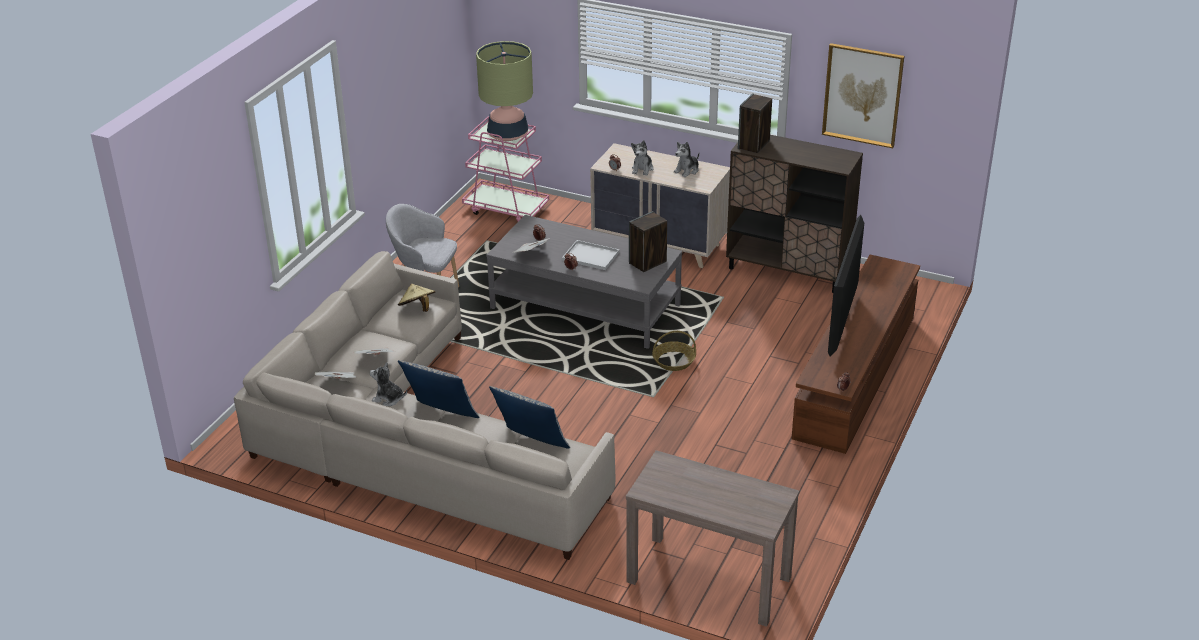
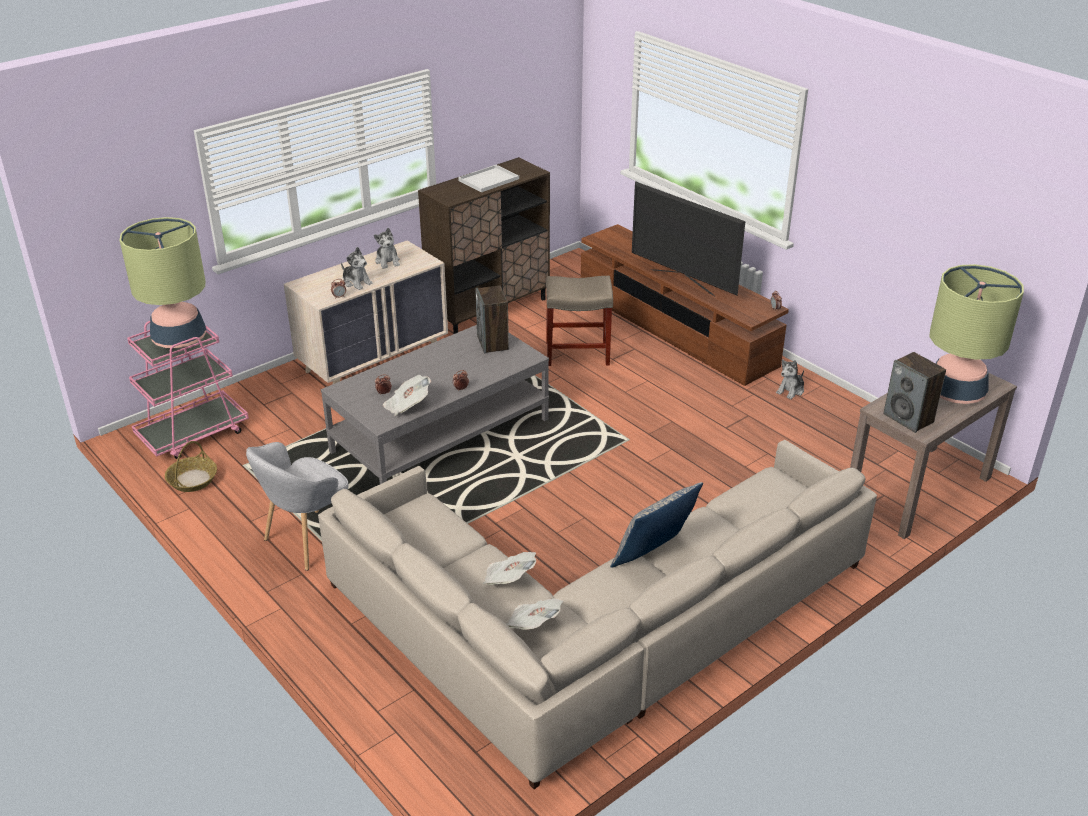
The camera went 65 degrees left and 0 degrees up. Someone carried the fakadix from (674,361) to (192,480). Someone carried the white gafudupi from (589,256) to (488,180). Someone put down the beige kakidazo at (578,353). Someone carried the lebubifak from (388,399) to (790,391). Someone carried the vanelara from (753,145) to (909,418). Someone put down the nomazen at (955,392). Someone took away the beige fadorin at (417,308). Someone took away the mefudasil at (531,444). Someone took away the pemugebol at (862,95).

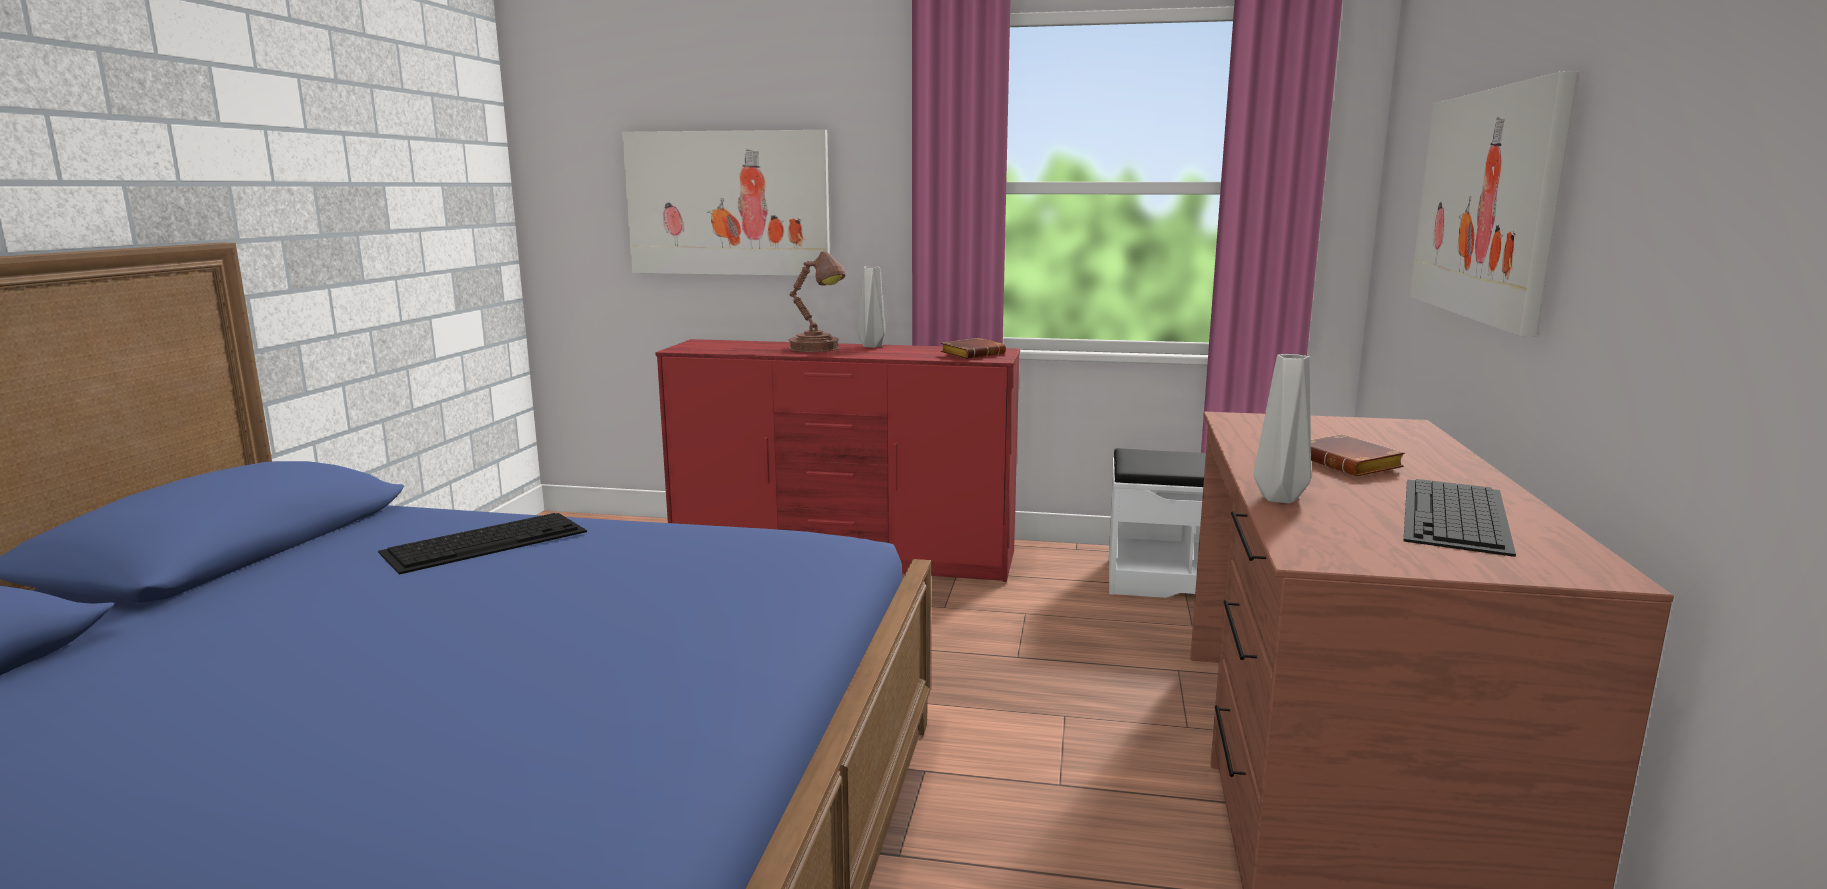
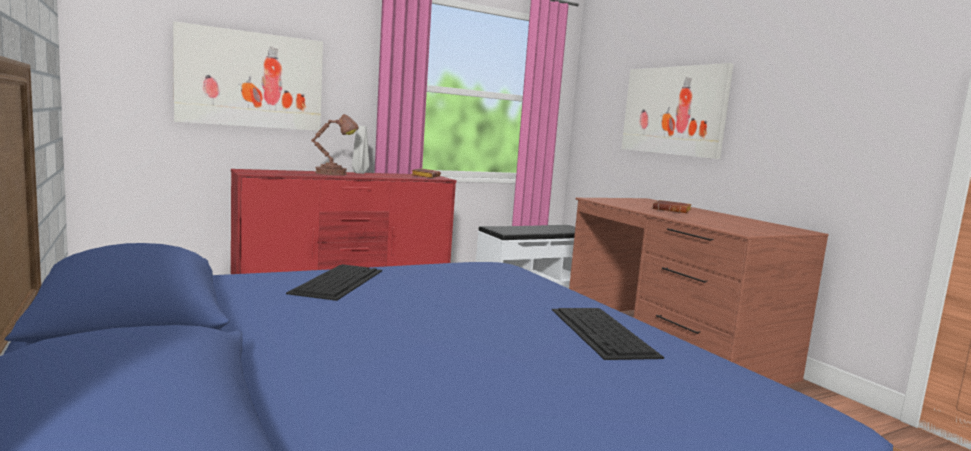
The camera went 40 degrees left and 5 degrees down. Someone carried the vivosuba from (1456,515) to (603,332). Someone took away the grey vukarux at (1282,499).

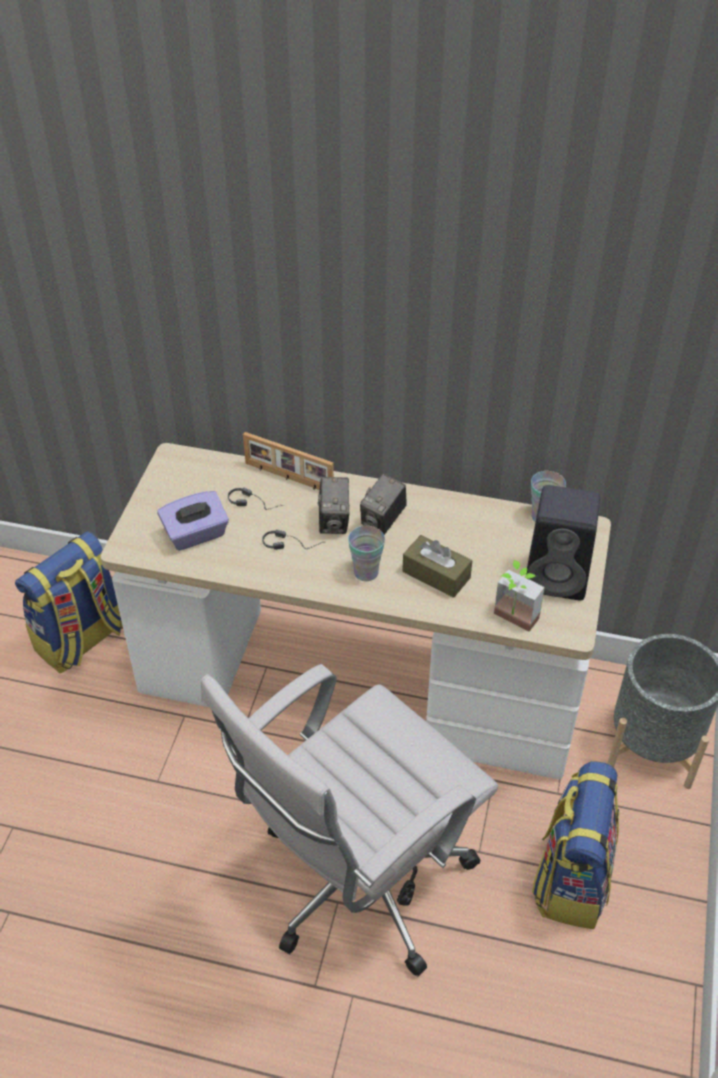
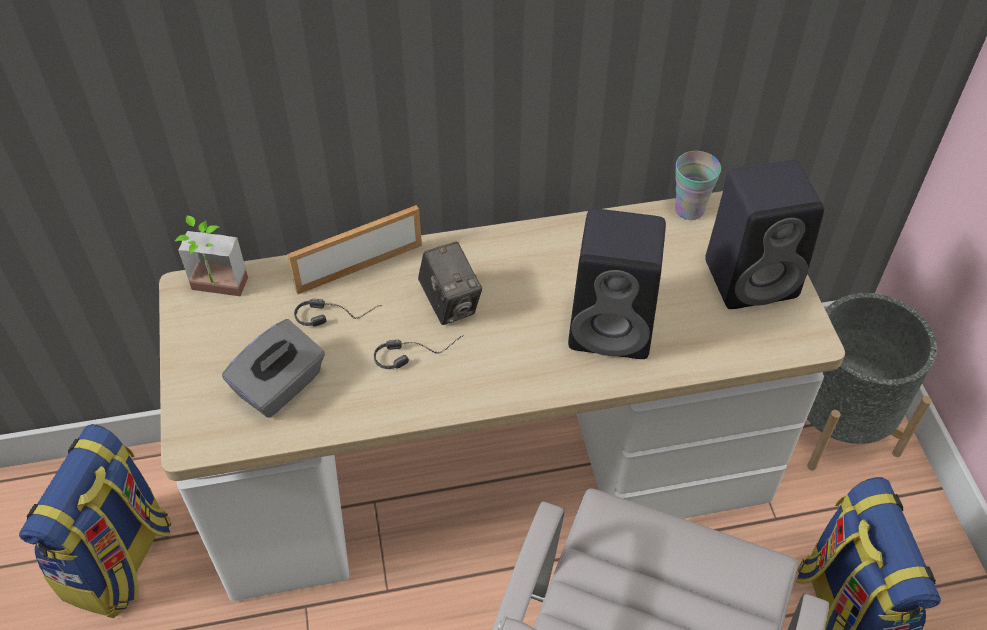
The camera went 25 degrees left and 5 degrees up. Someone carried the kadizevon from (512,621) to (216,291). Someone repainted the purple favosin at (196,535), which became the grey favosin at (280,386). Someone rotated the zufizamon at (288,478) by 150 degrees clockwise. Someone swapped the brown favosin at (436,574) for the black vanelara at (614,327). Someone took away the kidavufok at (366,572). Someone took away the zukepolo at (383,521).

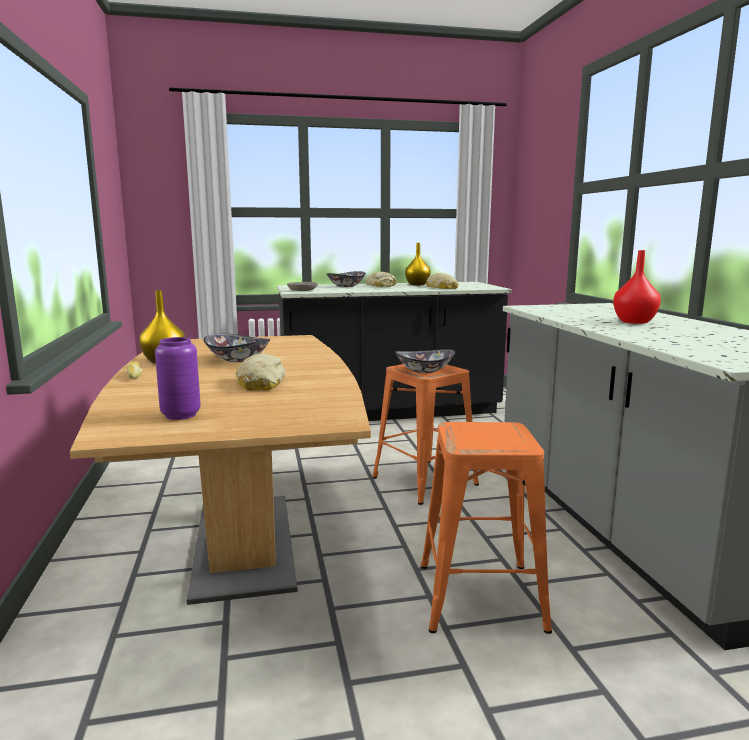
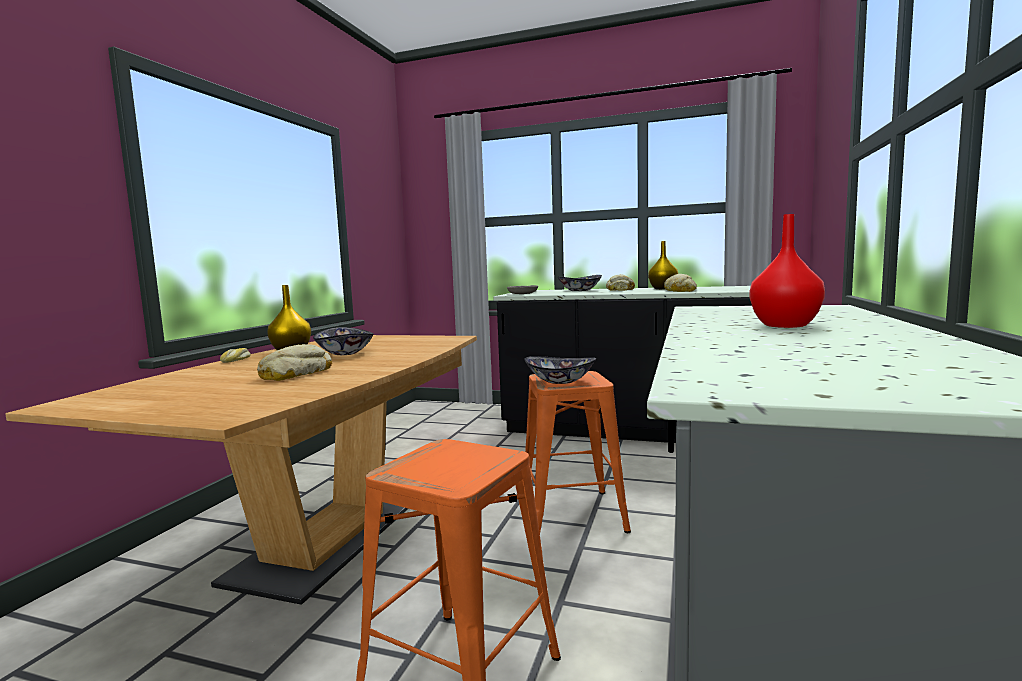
The camera went 30 degrees right and 5 degrees down. Someone took away the purple vukarux at (181,415).

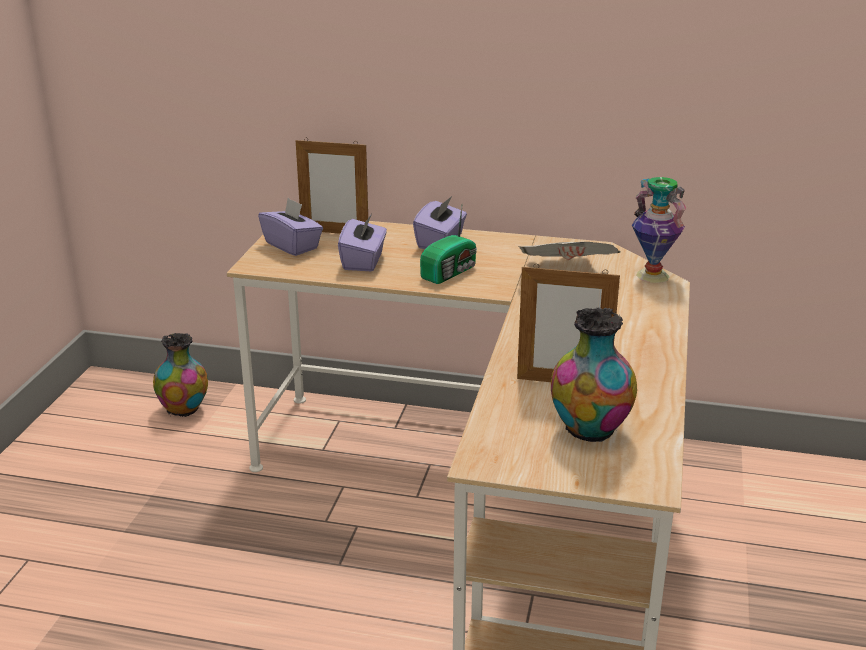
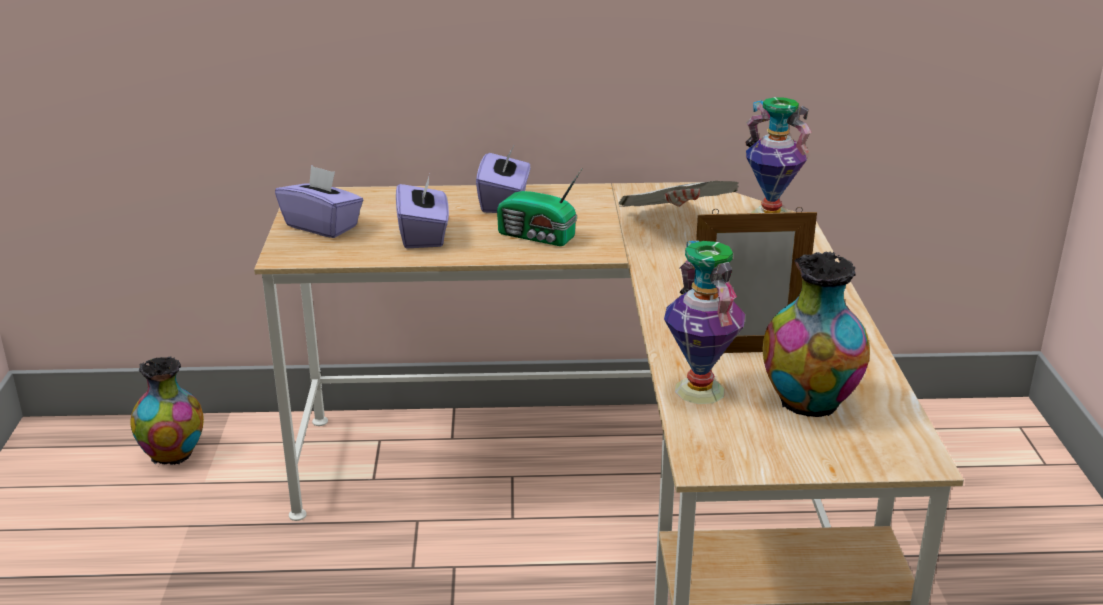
The camera went 15 degrees left and 0 degrees up. Someone rotated the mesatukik at (451,272) by 90 degrees clockwise. Someone put down the vukarux at (698,390). Someone took away the zufizamon at (334,232).

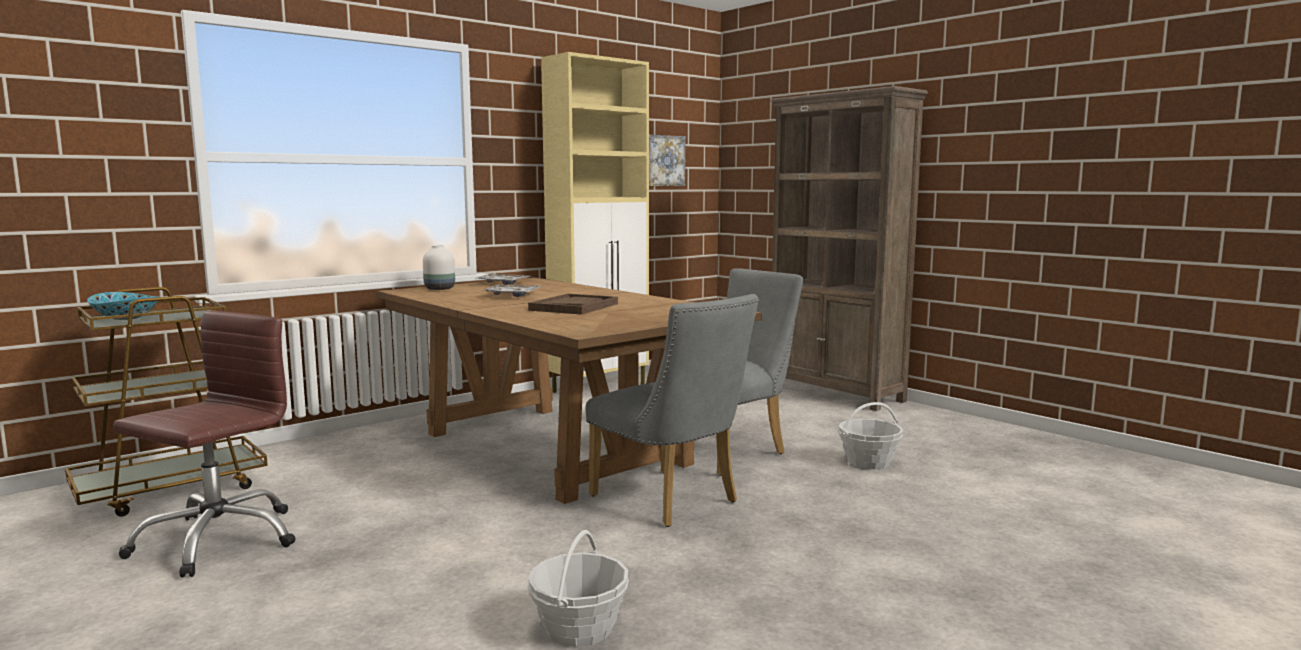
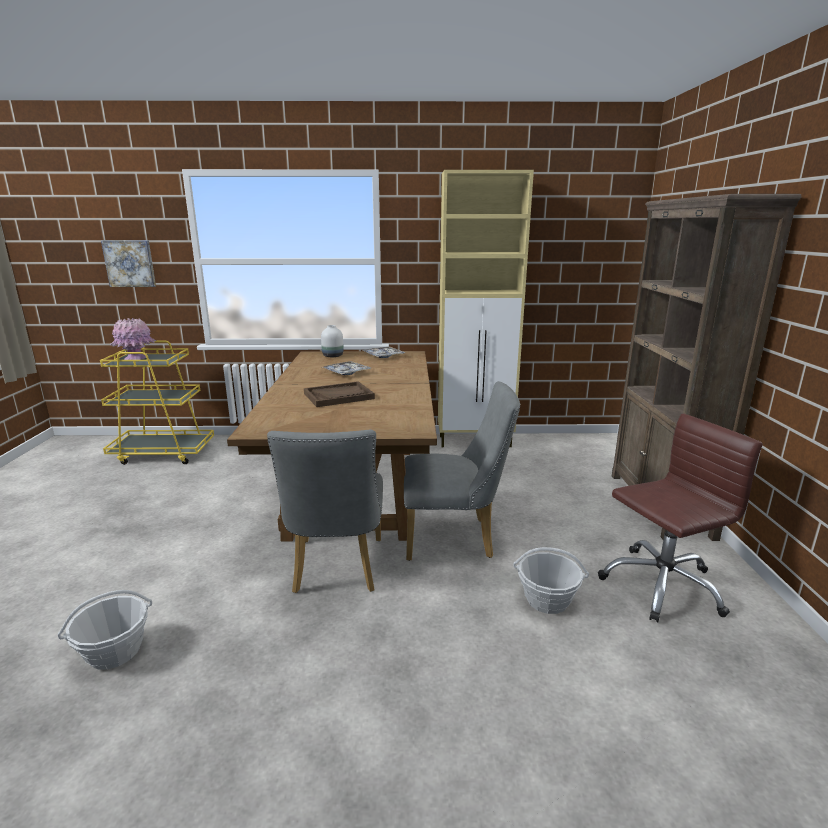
The camera went 40 degrees right and 10 degrees up. Someone repainted the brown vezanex at (172,489), which became the yellow vezanex at (163,453). Someone carried the pemugebol from (663,161) to (130,263). Someone swapped the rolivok at (126,317) for the pink vukarux at (136,358). Someone carried the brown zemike from (217,540) to (661,585).

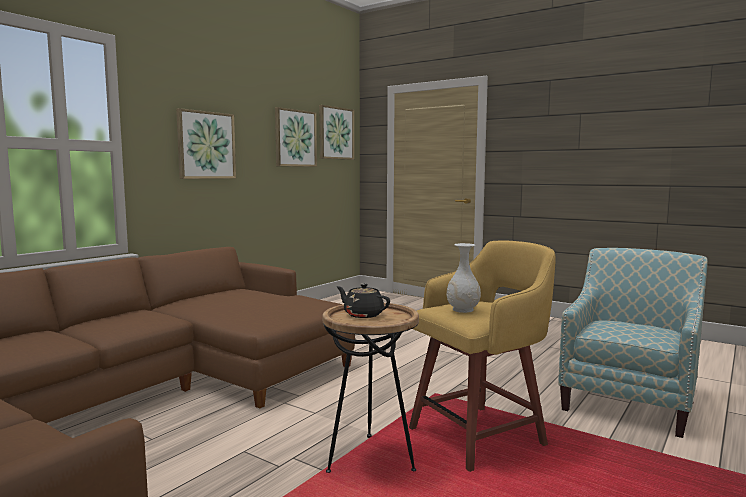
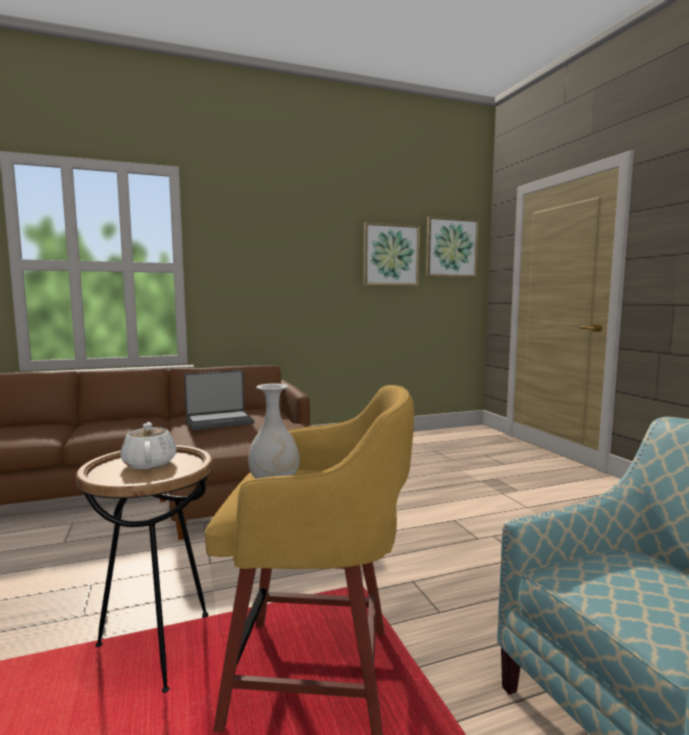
The camera went 35 degrees right and 0 degrees up. Someone repainted the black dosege at (363,314), which became the white dosege at (149,463). Someone put down the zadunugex at (219,421). Someone took away the pemugebol at (206,145).

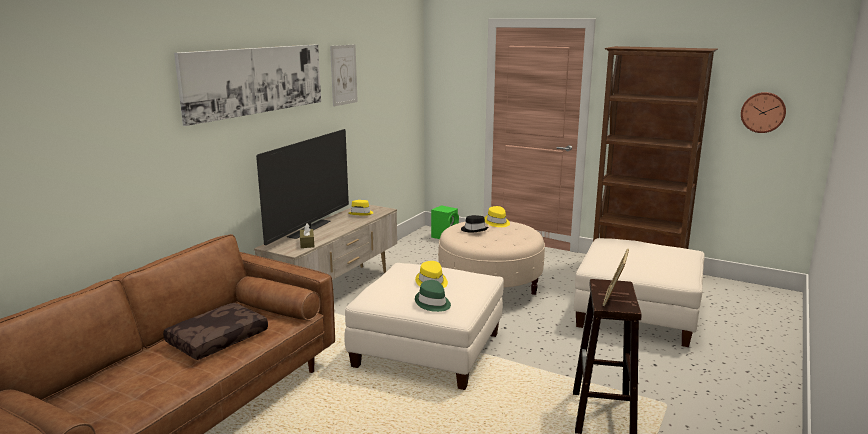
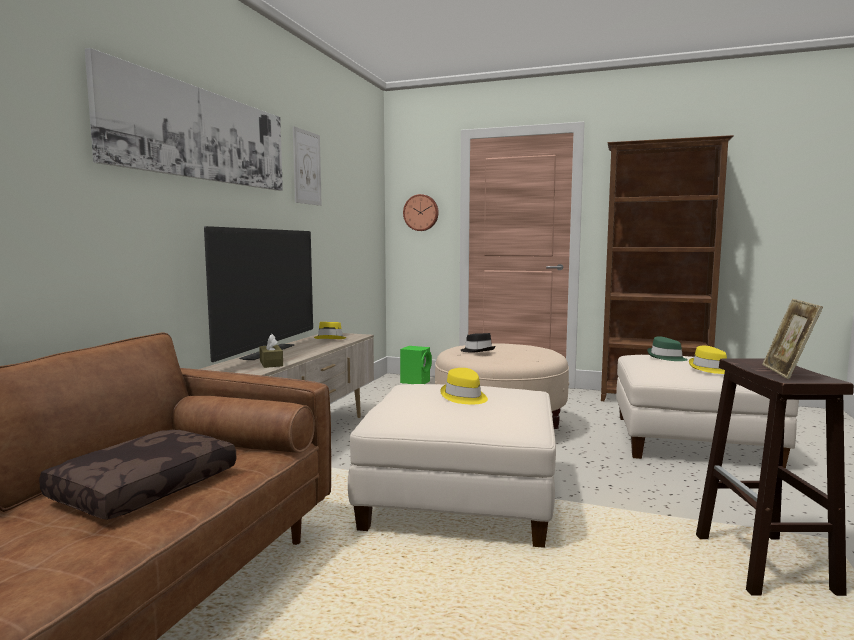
The camera went 10 degrees left and 10 degrees down. Someone carried the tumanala from (763,112) to (421,212). Someone carried the green fadorin from (433,303) to (666,357). Someone carried the yellow fadorin from (497,222) to (710,369).

